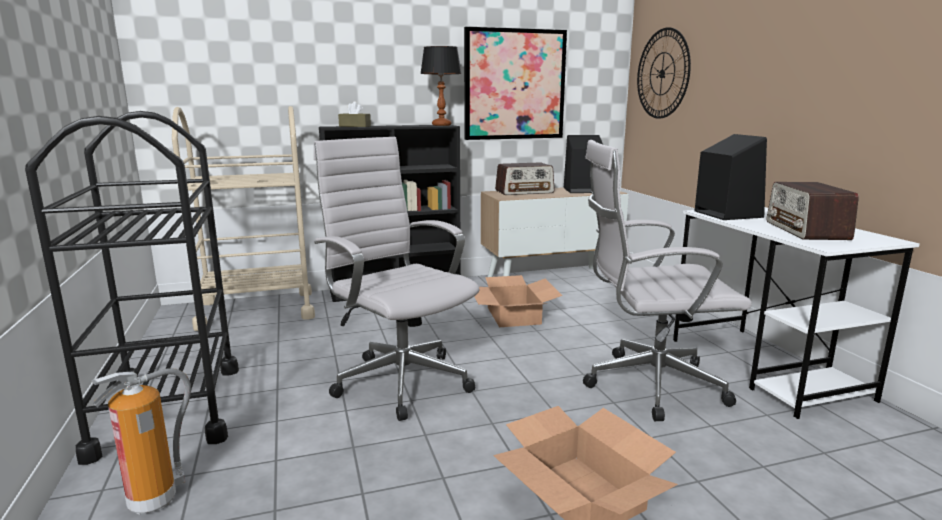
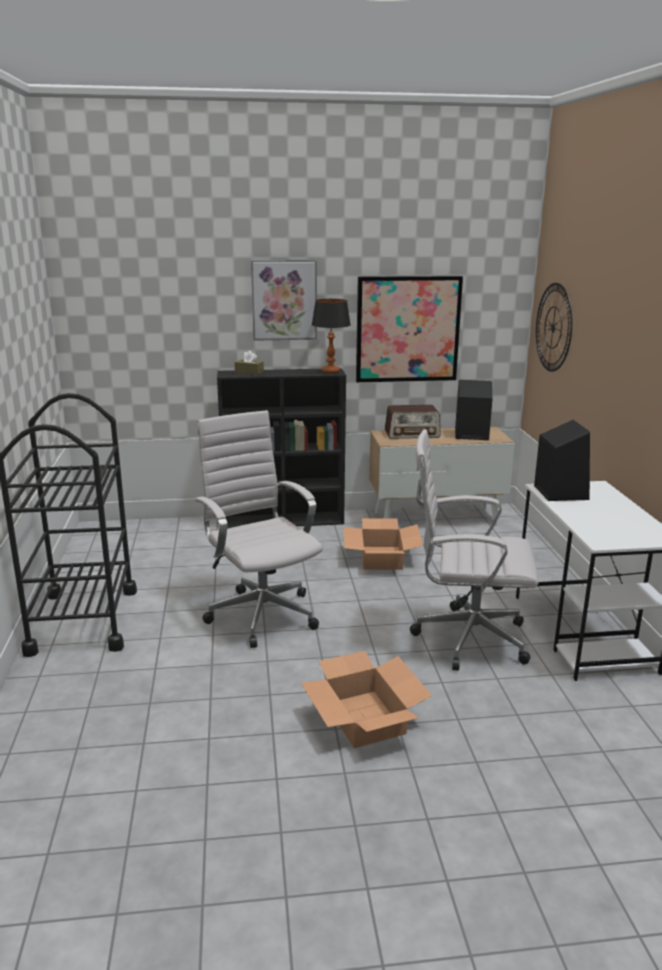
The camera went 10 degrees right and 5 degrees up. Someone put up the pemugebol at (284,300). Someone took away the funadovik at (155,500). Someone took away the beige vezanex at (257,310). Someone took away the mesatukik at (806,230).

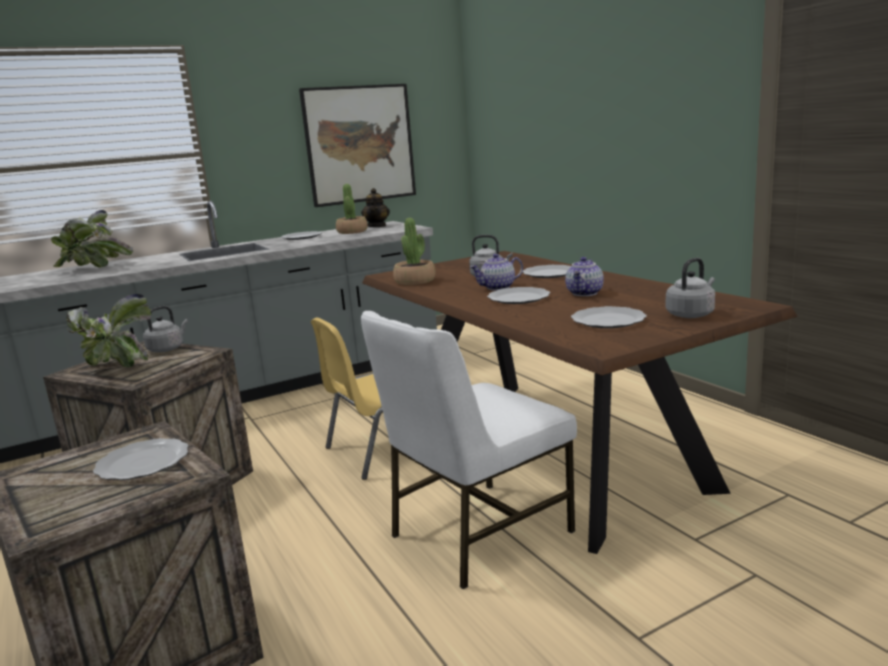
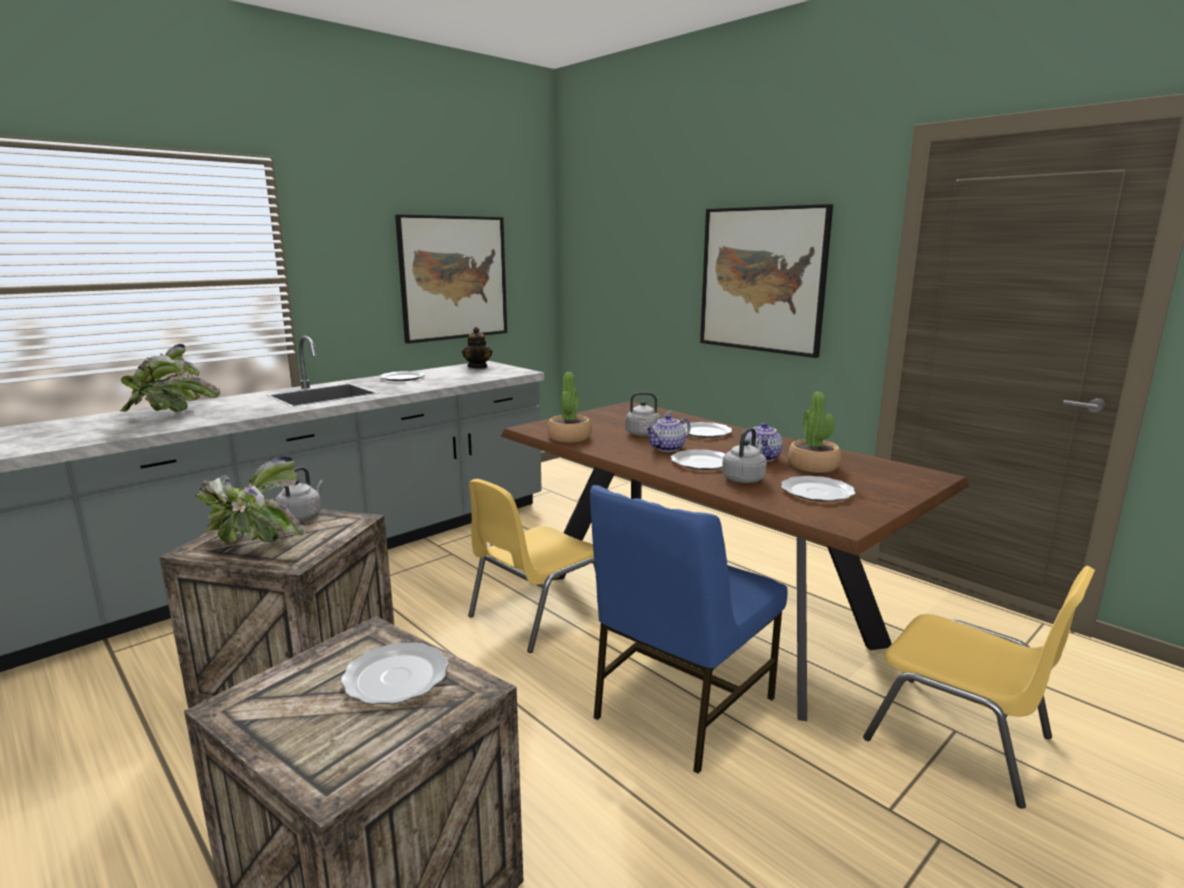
The camera went 15 degrees left and 0 degrees up. Someone repainted the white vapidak at (477,533), which became the blue vapidak at (680,707). Someone put up the pemugebol at (762,280). Someone carried the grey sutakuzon from (691,314) to (744,479). Someone carried the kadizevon from (352,232) to (813,466). Someone put down the yellow vapidak at (961,739).

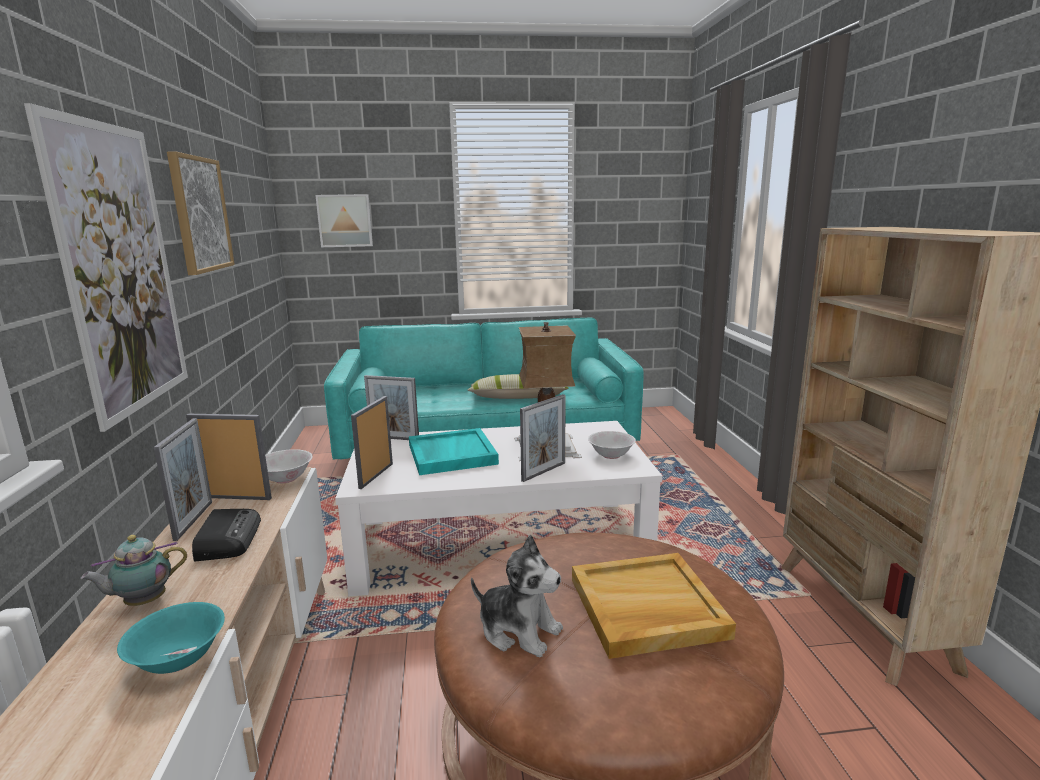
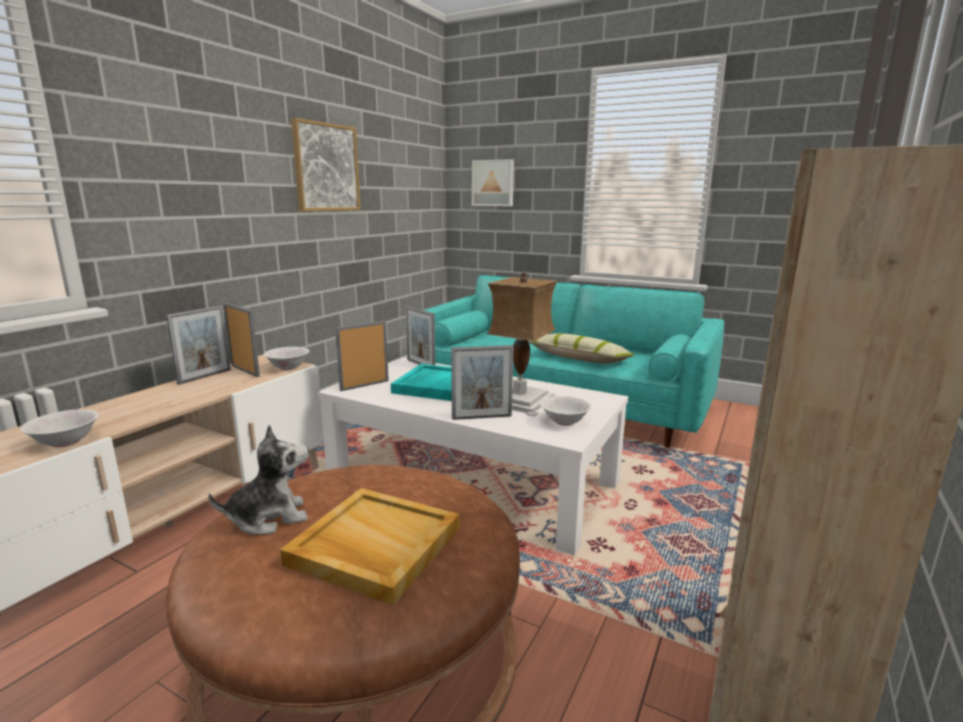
The camera went 35 degrees right and 0 degrees up. Someone repainted the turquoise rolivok at (179,660), which became the white rolivok at (65,442). Someone rotated the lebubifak at (519,630) by 90 degrees counterclockwise. Someone took away the pemugebol at (121,269). Someone took away the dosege at (143,602). Someone took away the mesatukik at (228,539).

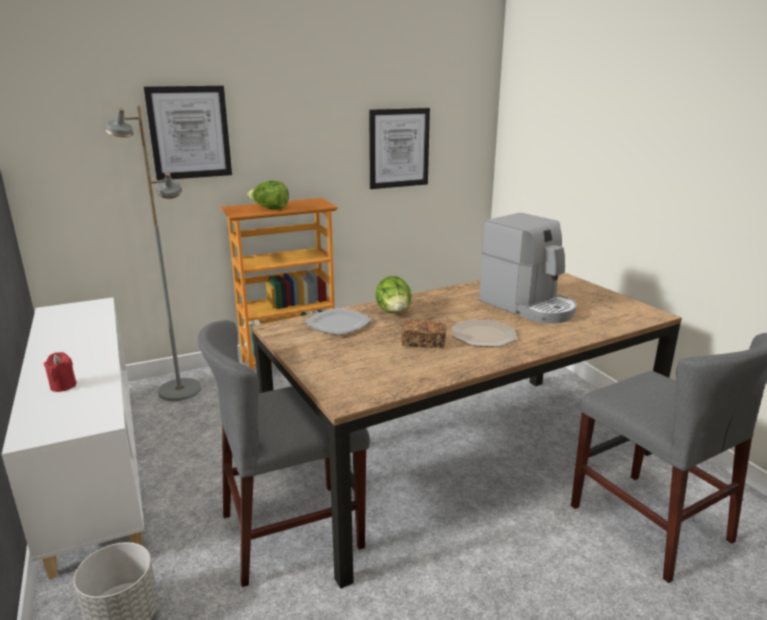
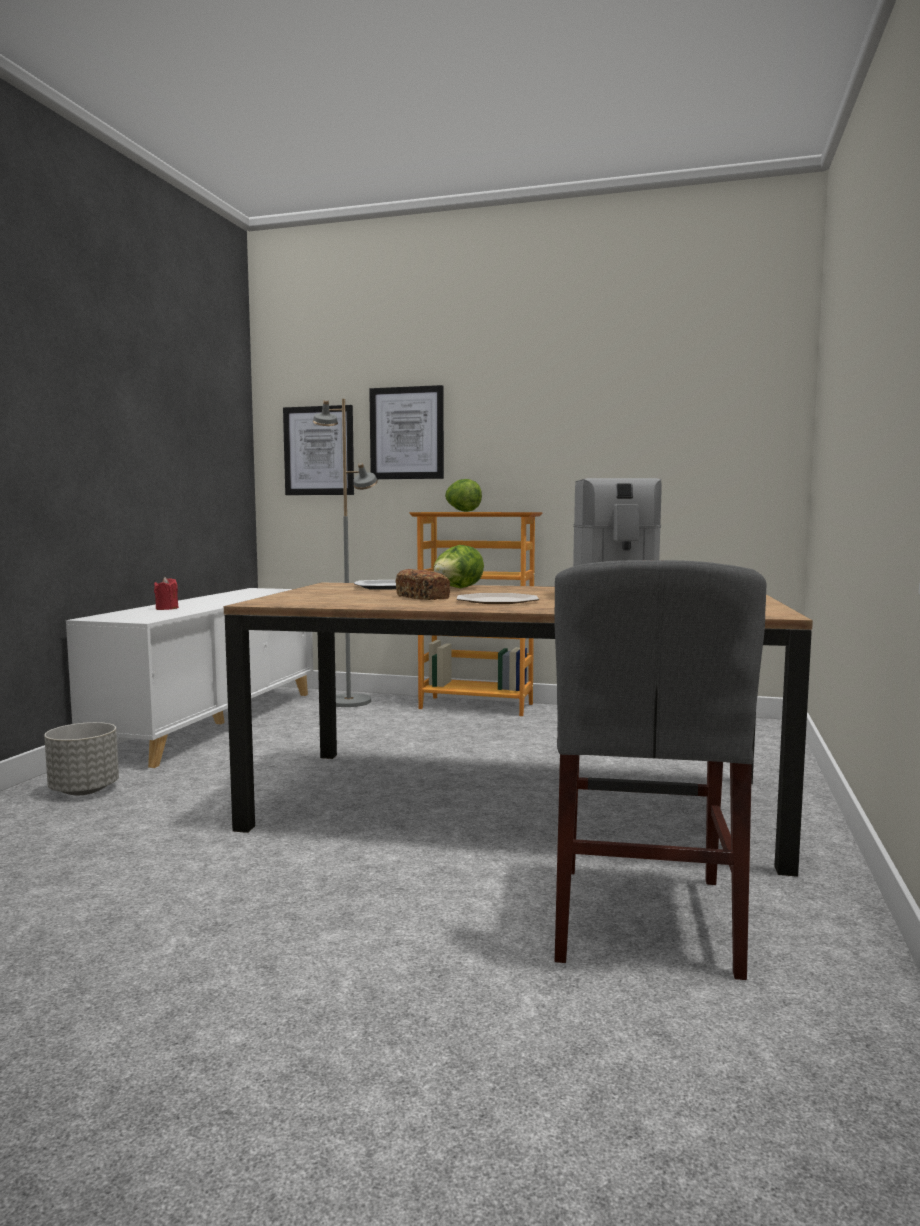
The camera went 40 degrees right and 15 degrees down. Someone carried the pemugebol from (399,148) to (319,451). Someone took away the grey vapidak at (292,531).

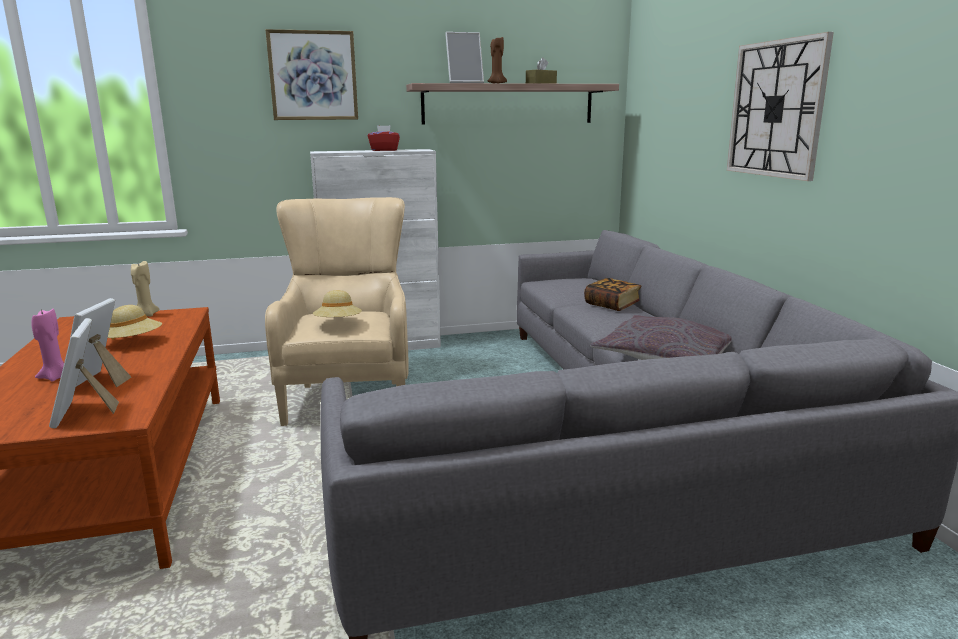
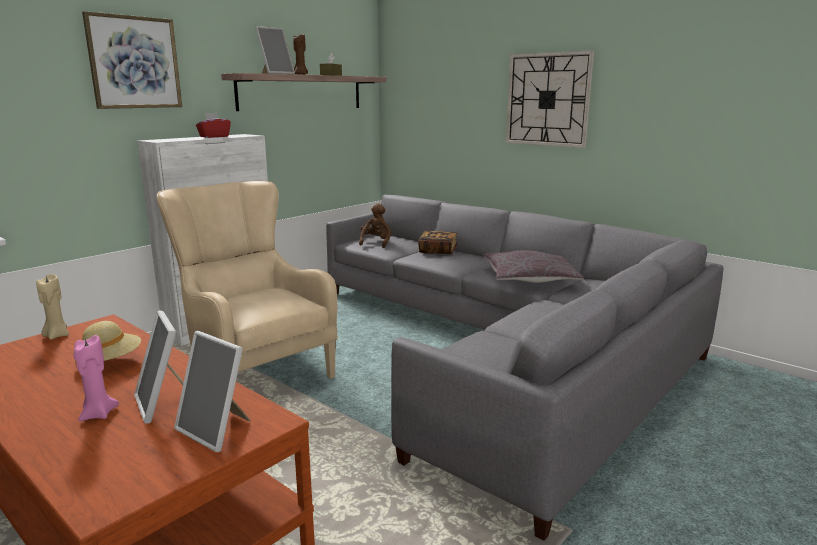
The camera went 35 degrees left and 0 degrees up. Someone put down the brown lebubifak at (376,243). Someone took away the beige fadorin at (338,323).

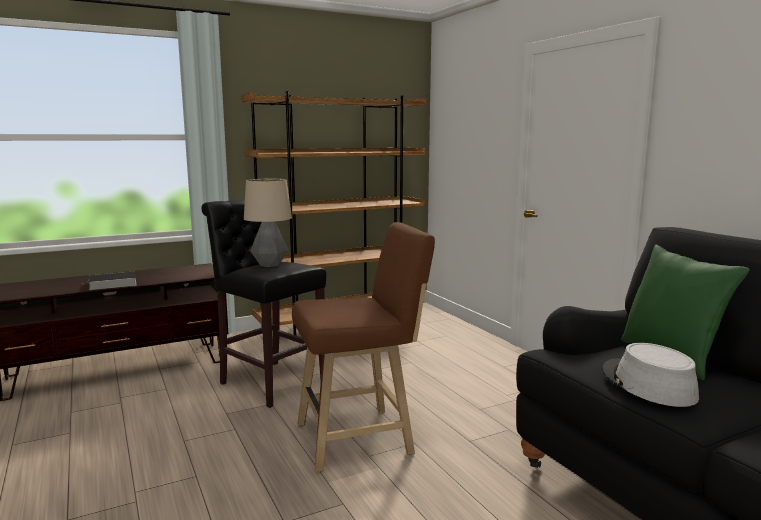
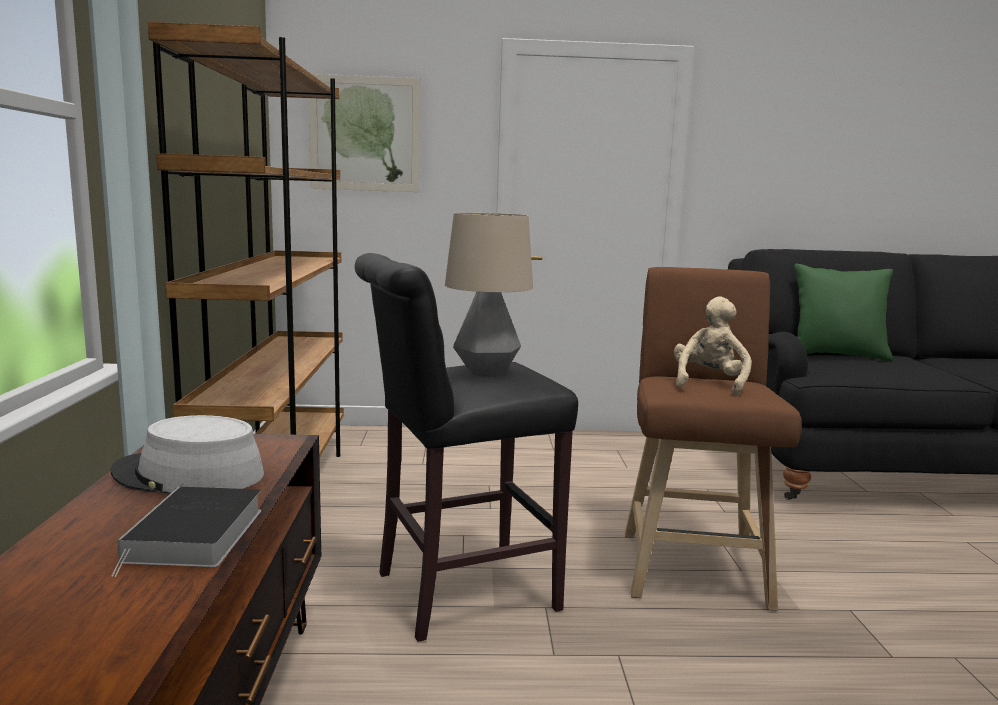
The camera went 65 degrees left and 0 degrees up. Someone carried the grey fadorin from (647,384) to (188,475). Someone put up the pemugebol at (365,134). Someone put down the beige lebubifak at (709,383).

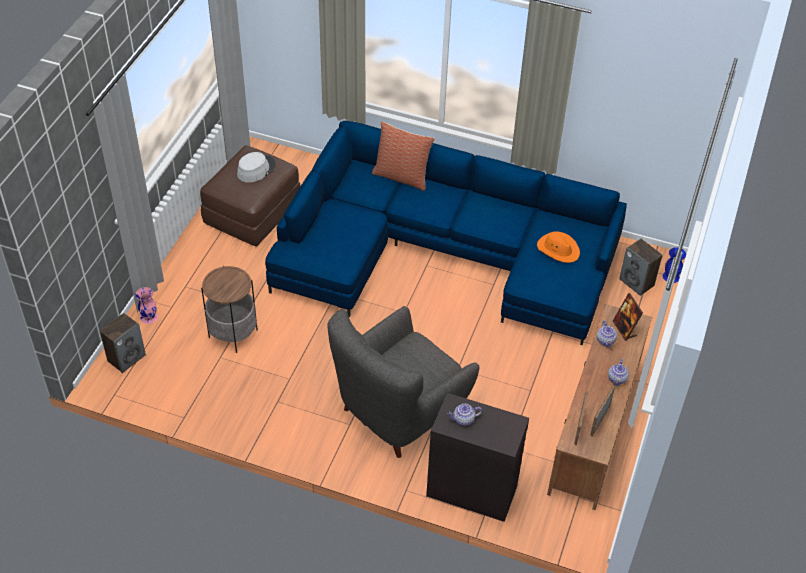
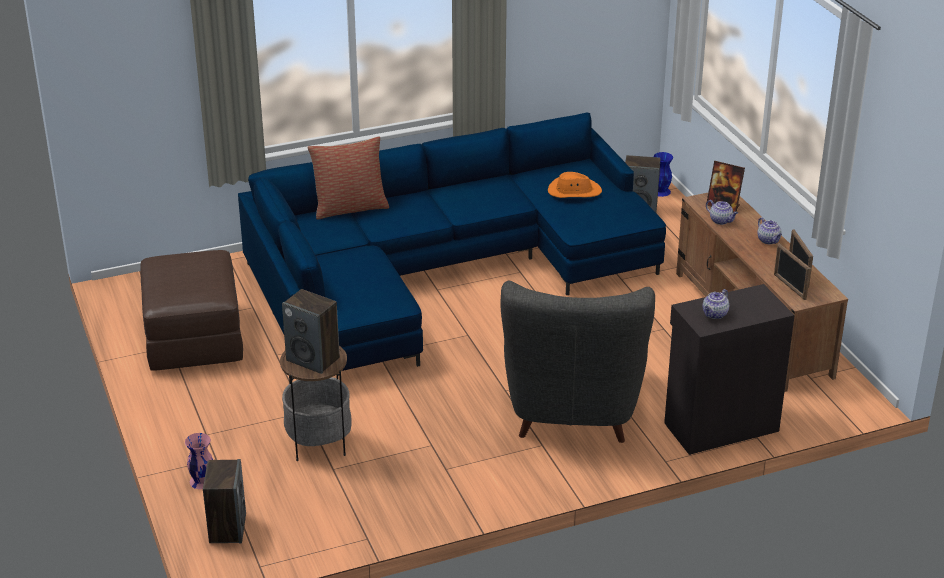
The camera went 40 degrees left and 15 degrees down. Someone put down the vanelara at (313,359). Someone took away the grey fadorin at (256,169).

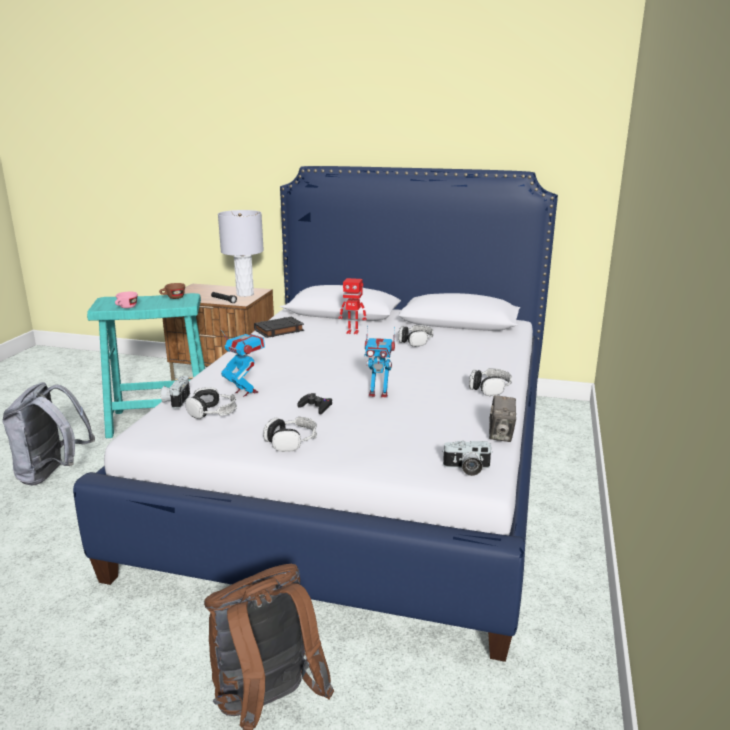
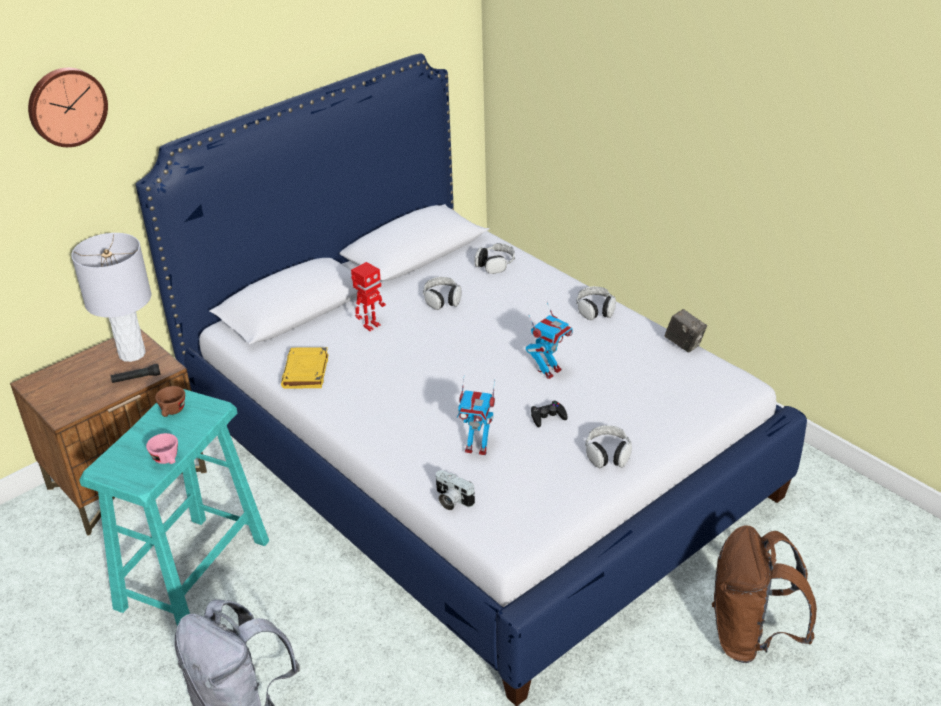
The camera went 55 degrees left and 15 degrees up. Someone put up the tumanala at (66,106). Someone repainted the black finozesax at (278,330), which became the yellow finozesax at (306,372). Someone rotated the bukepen at (245,392) by 150 degrees counterclockwise. Someone carried the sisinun from (213,412) to (495,264). Someone took away the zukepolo at (466,469).

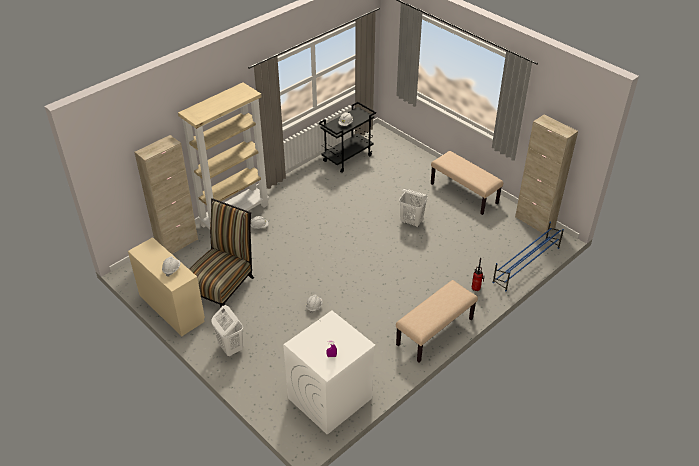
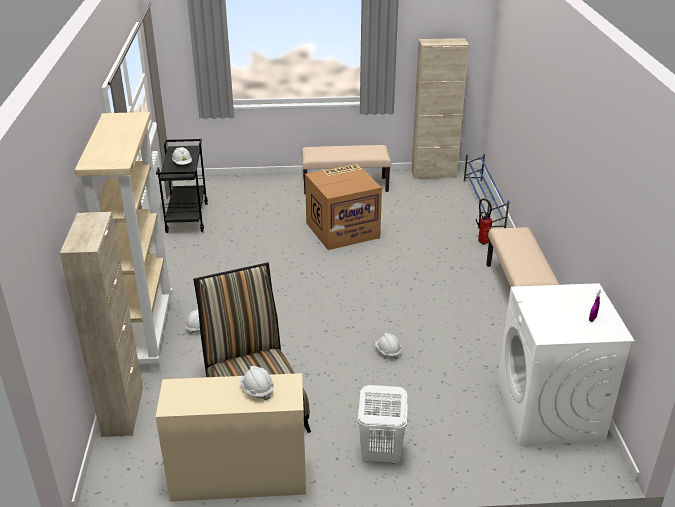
The camera went 50 degrees left and 10 degrees down. Someone swapped the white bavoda at (412,222) for the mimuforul at (343,229).

